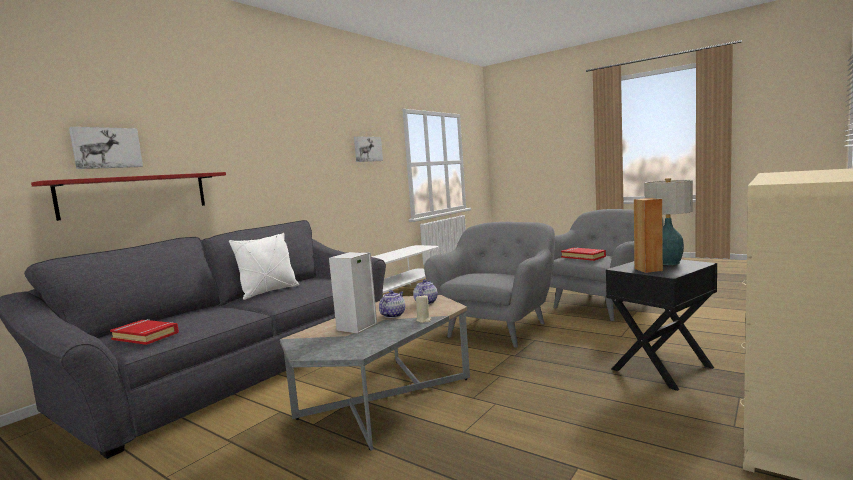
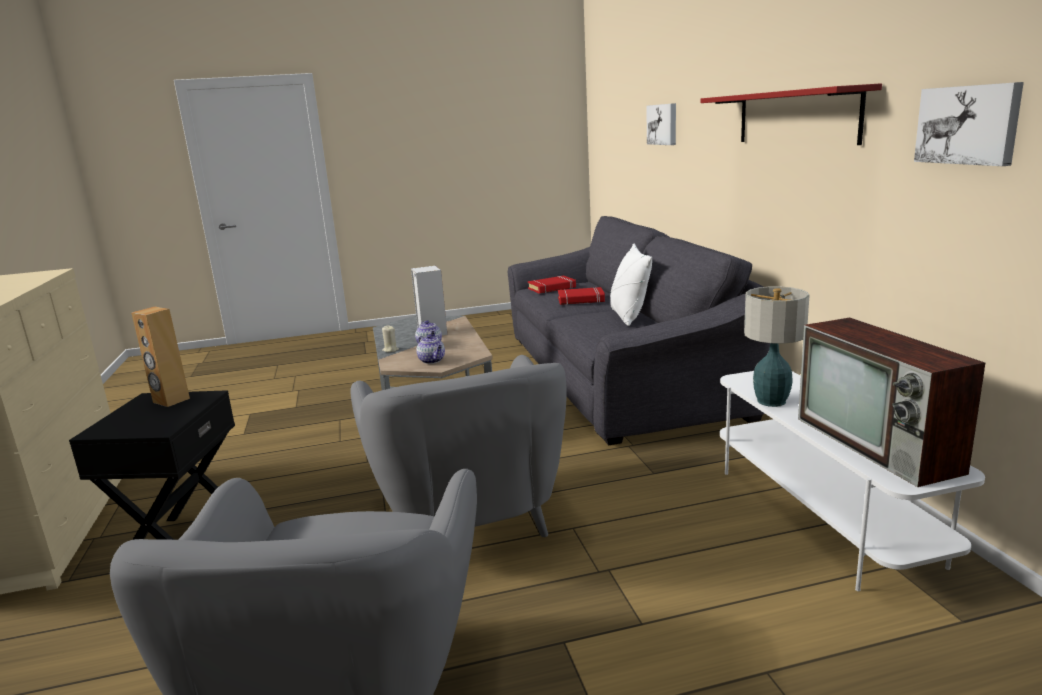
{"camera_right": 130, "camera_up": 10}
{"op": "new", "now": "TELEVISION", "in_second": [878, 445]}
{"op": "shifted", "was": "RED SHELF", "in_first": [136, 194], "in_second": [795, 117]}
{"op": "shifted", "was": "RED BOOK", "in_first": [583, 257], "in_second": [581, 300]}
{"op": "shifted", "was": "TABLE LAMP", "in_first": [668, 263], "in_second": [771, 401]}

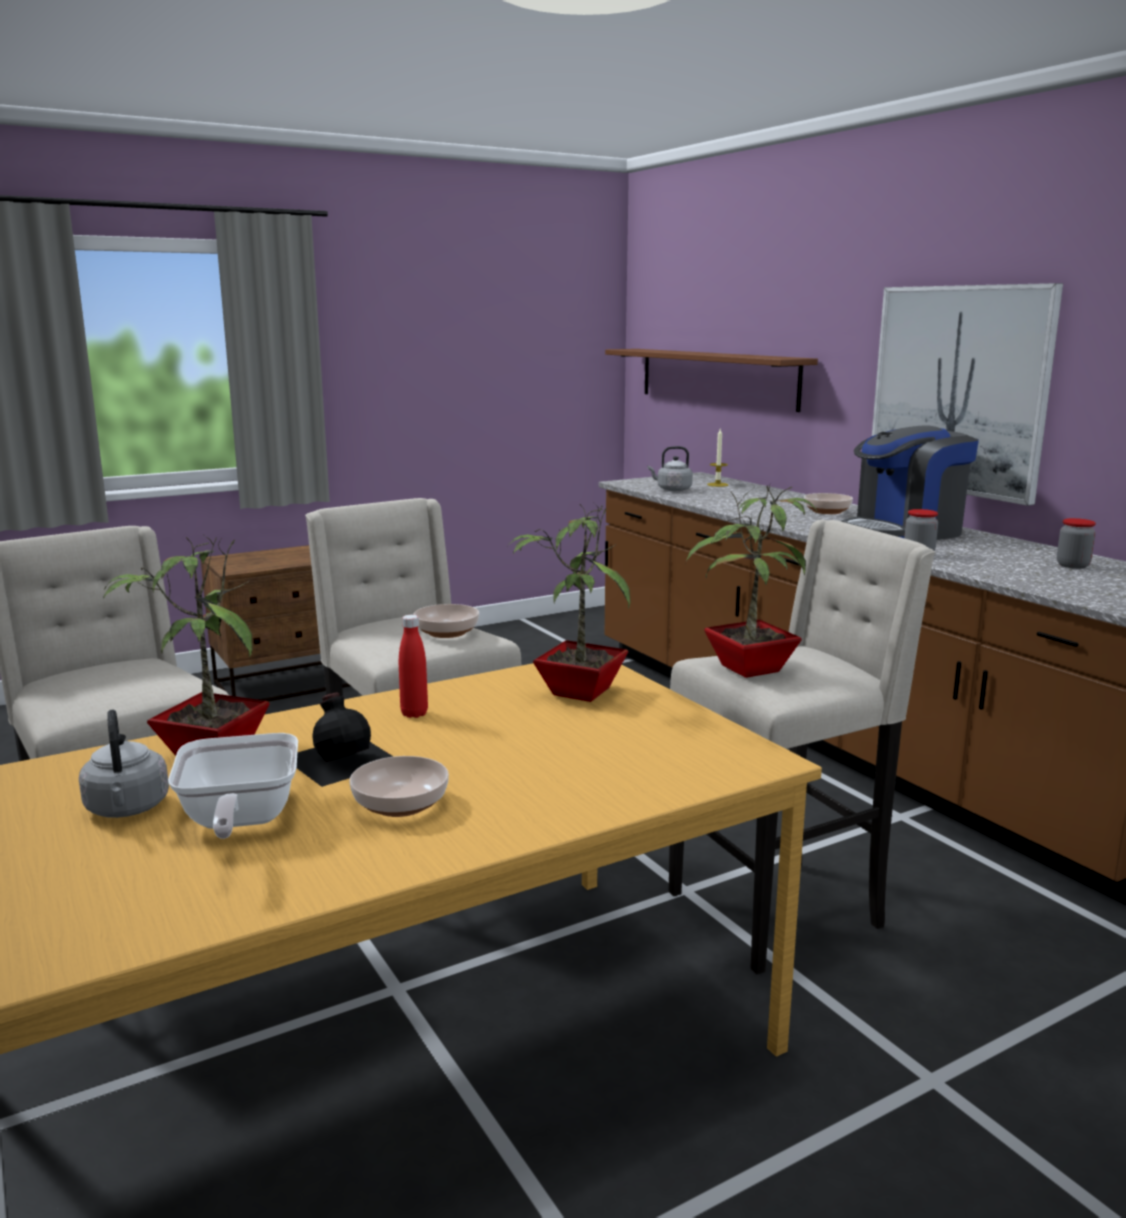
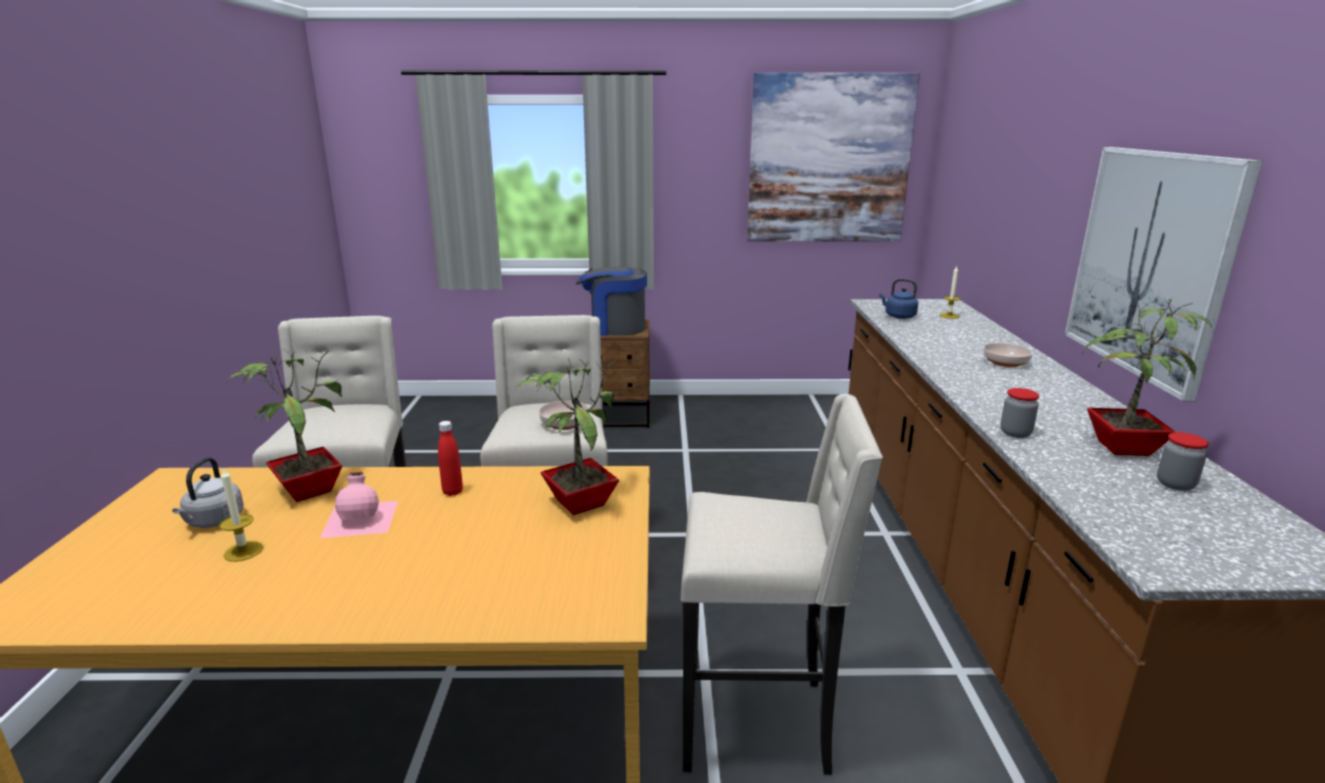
{"camera_right": 30, "camera_up": 5}
{"op": "gone", "was": "BOWL", "in_first": [401, 804]}
{"op": "gone", "was": "BROWN SHELF", "in_first": [716, 377]}
{"op": "new", "now": "PICTURE", "in_second": [829, 160]}
{"op": "shifted", "was": "POTTED PLANT", "in_first": [746, 670], "in_second": [1119, 448]}
{"op": "shifted", "was": "COFFEE MACHINE", "in_first": [905, 532], "in_second": [613, 328]}
{"op": "swapped", "was": "FRYING PAN", "now": "CANDLE", "in_first": [238, 822], "in_second": [243, 551]}
{"op": "repainted", "was": "BLACK BOTTLE", "now": "PINK BOTTLE", "in_first": [342, 758], "in_second": [362, 518]}
{"op": "repainted", "was": "GREY KETTLE", "now": "BLUE KETTLE", "in_first": [672, 490], "in_second": [898, 316]}

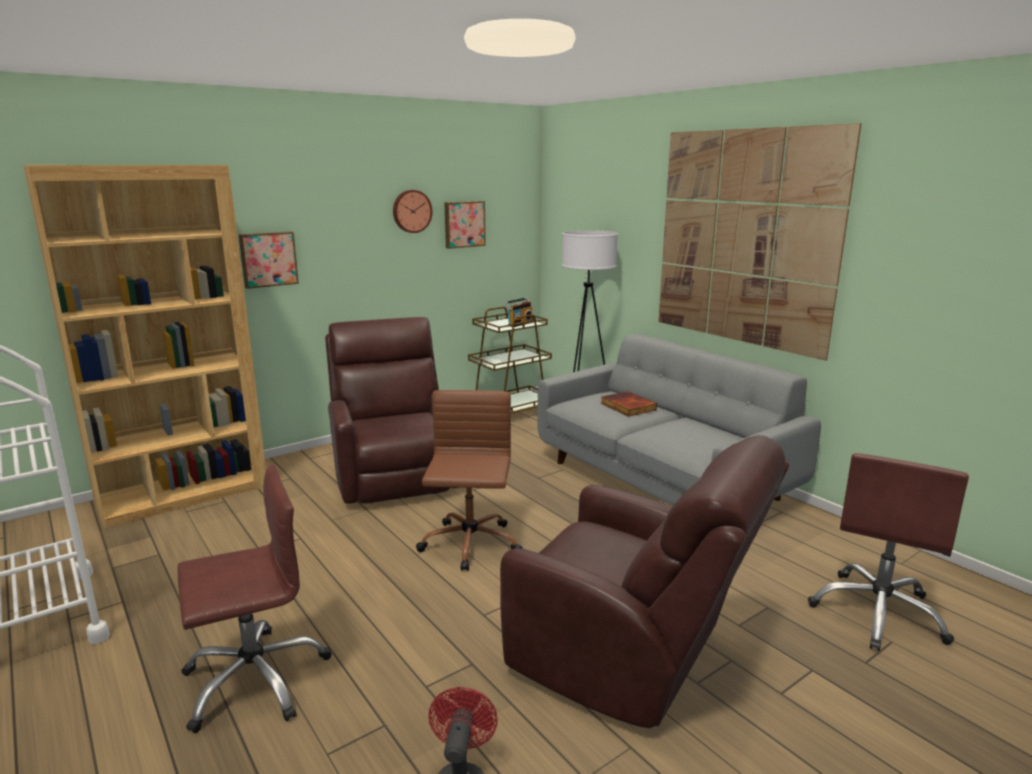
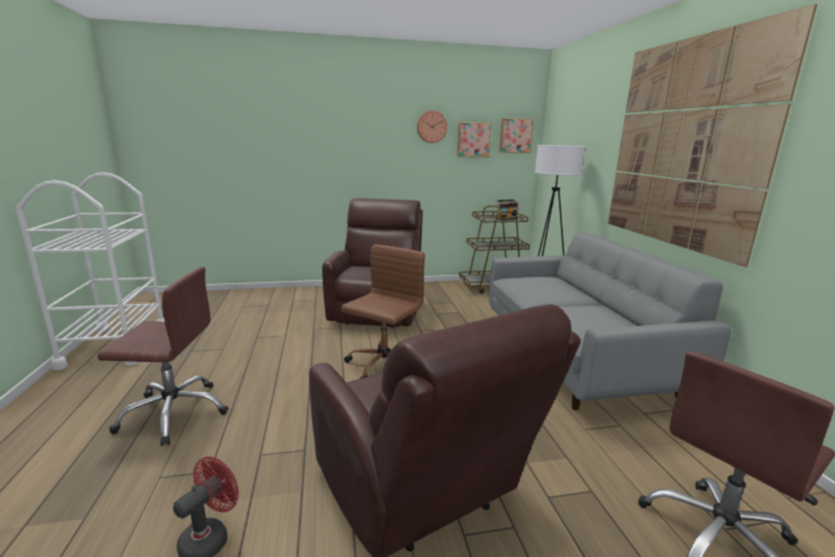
{"camera_right": 25, "camera_up": 0}
{"op": "gone", "was": "BROWN BOOKCASE", "in_first": [184, 494]}
{"op": "gone", "was": "BOOK", "in_first": [627, 407]}
{"op": "shifted", "was": "PICTURE", "in_first": [268, 259], "in_second": [515, 135]}

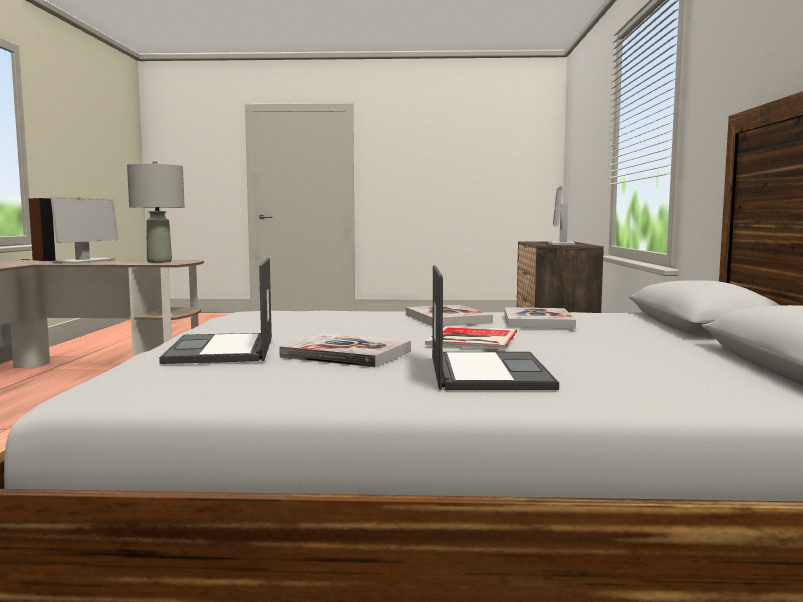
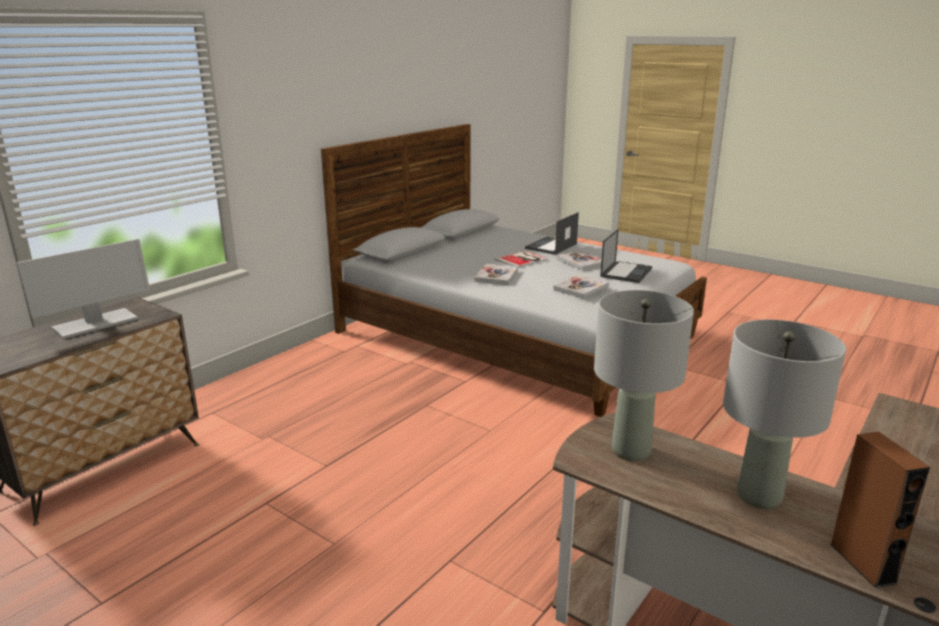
{"camera_right": -145, "camera_up": 15}
{"op": "shifted", "was": "BOOK", "in_first": [537, 321], "in_second": [581, 288]}
{"op": "swapped", "was": "MONITOR", "now": "GREY TABLE LAMP", "in_first": [84, 261], "in_second": [759, 497]}

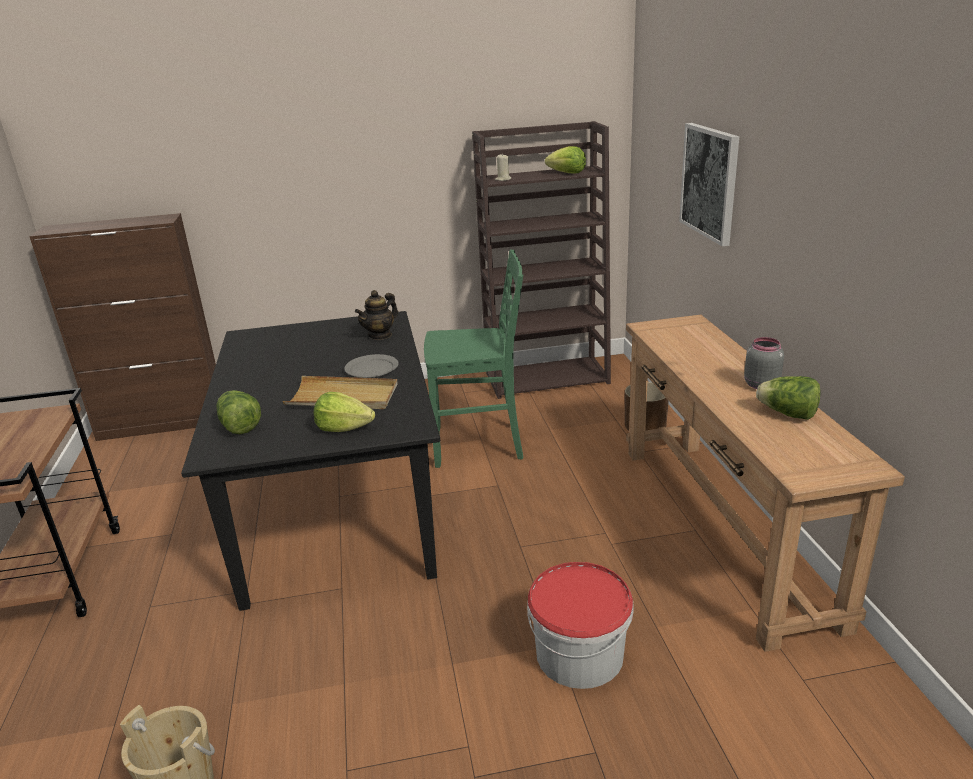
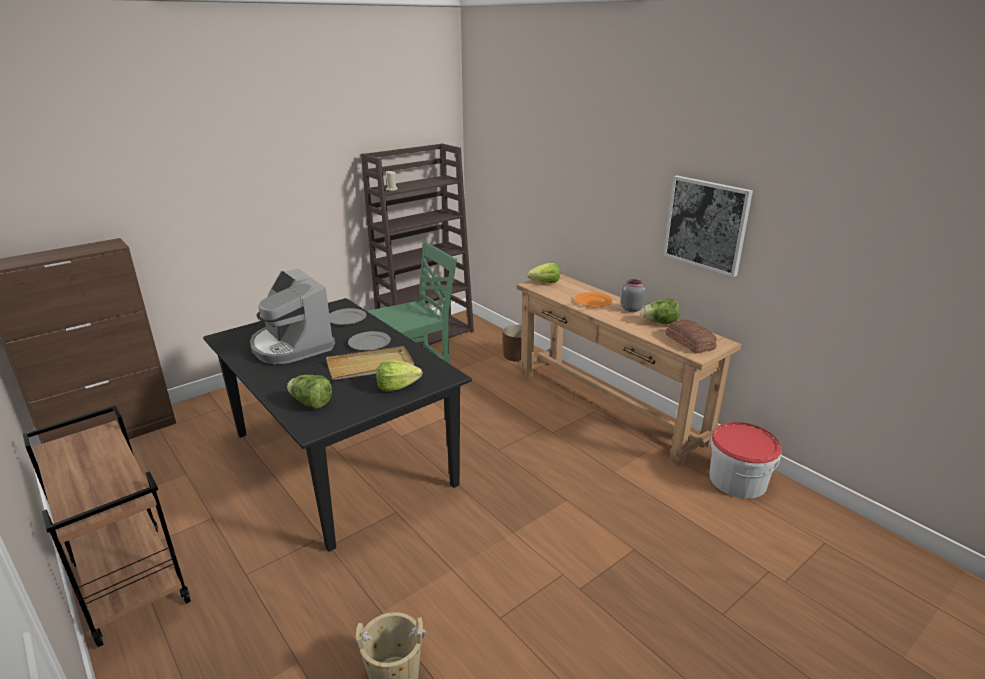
{"camera_right": -30, "camera_up": 0}
{"op": "new", "now": "COFFEE MACHINE", "in_second": [291, 346]}
{"op": "new", "now": "ORANGE PLATE", "in_second": [593, 301]}
{"op": "new", "now": "BREAD", "in_second": [690, 341]}
{"op": "shifted", "was": "BUCKET", "in_first": [579, 654], "in_second": [737, 479]}
{"op": "shifted", "was": "LETTUCE", "in_first": [567, 173], "in_second": [545, 283]}
{"op": "shifted", "was": "PICTURE", "in_first": [710, 182], "in_second": [706, 224]}
{"op": "swapped", "was": "TEAPOT", "now": "GREY PLATE", "in_first": [380, 335], "in_second": [347, 318]}

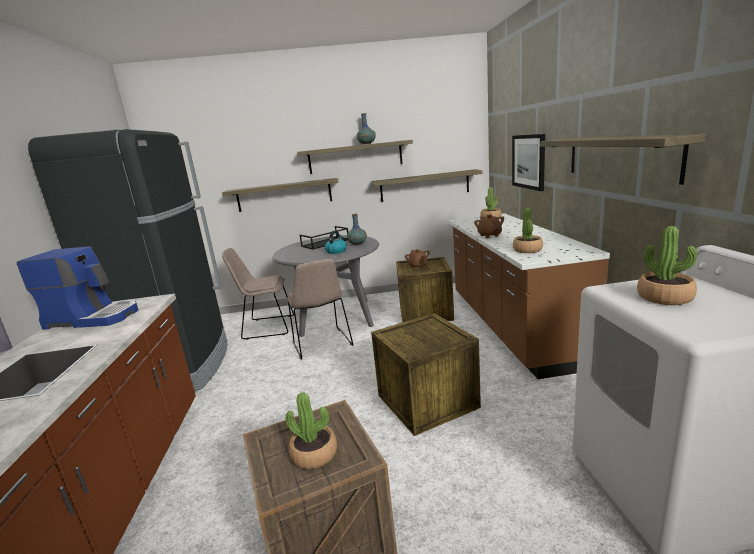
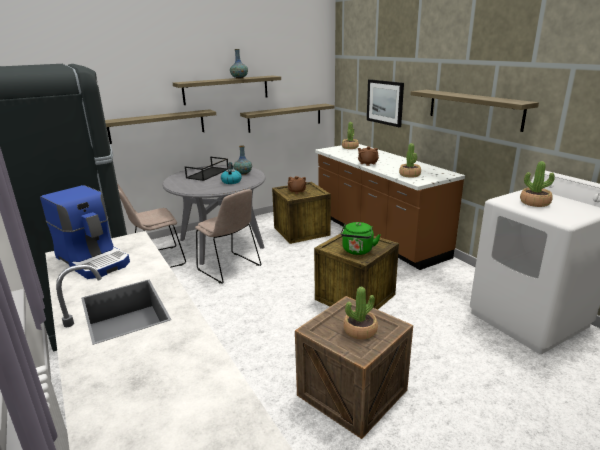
{"camera_right": -25, "camera_up": 5}
{"op": "new", "now": "GREEN KETTLE", "in_second": [357, 251]}
{"op": "rotated", "was": "COFFEE MACHINE", "in_first": [94, 317], "in_second": [94, 260], "clockwise": 60}

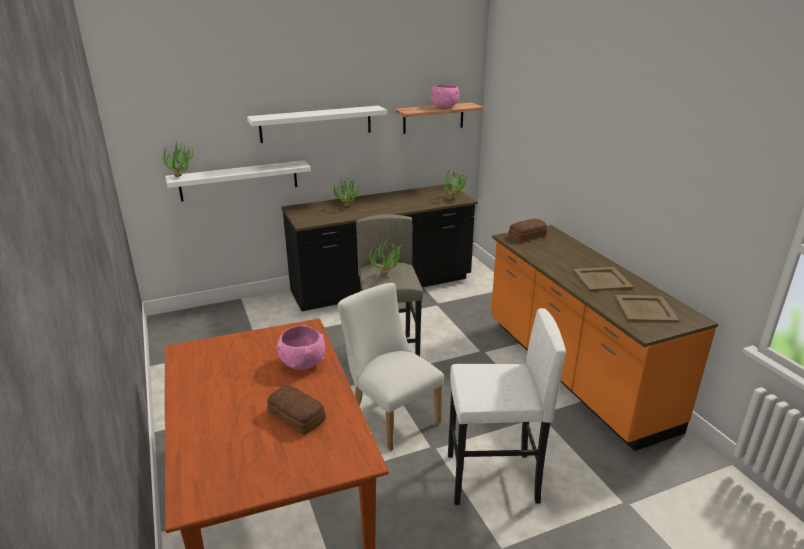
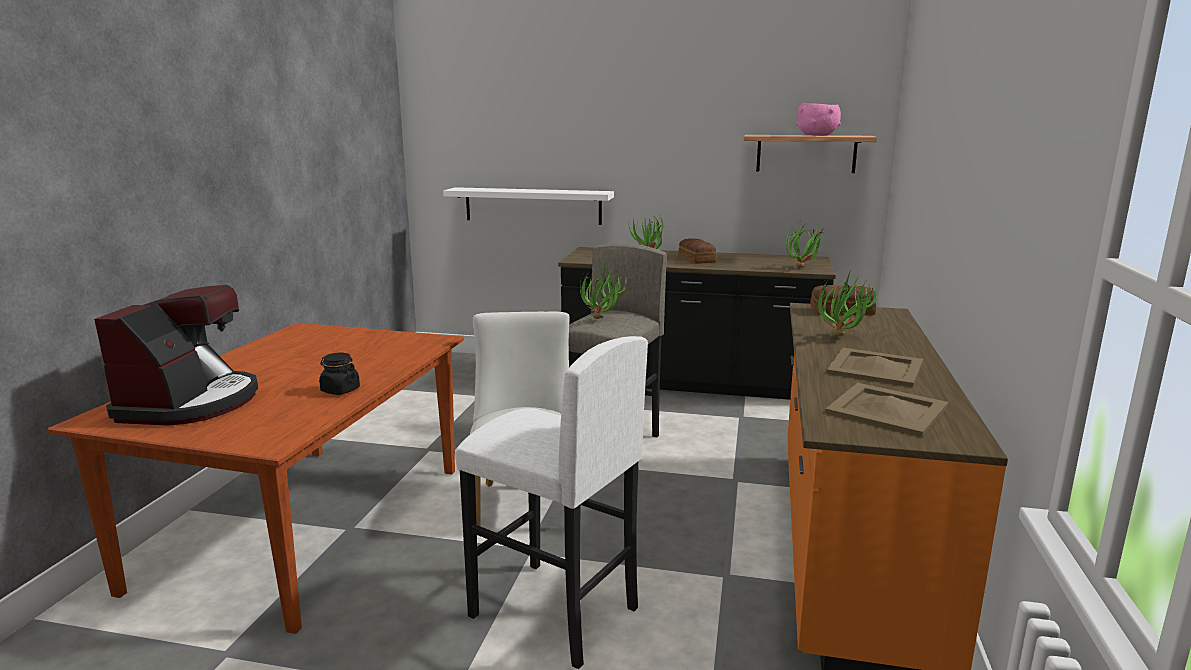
{"camera_right": 35, "camera_up": -10}
{"op": "gone", "was": "WHITE SHELF", "in_first": [316, 124]}
{"op": "gone", "was": "PINK BOWL", "in_first": [302, 363]}
{"op": "new", "now": "COFFEE MACHINE", "in_second": [191, 403]}
{"op": "new", "now": "BLACK JAR", "in_second": [340, 390]}
{"op": "shifted", "was": "POTTED PLANT", "in_first": [182, 177], "in_second": [843, 339]}
{"op": "shifted", "was": "BREAD", "in_first": [296, 417], "in_second": [696, 259]}

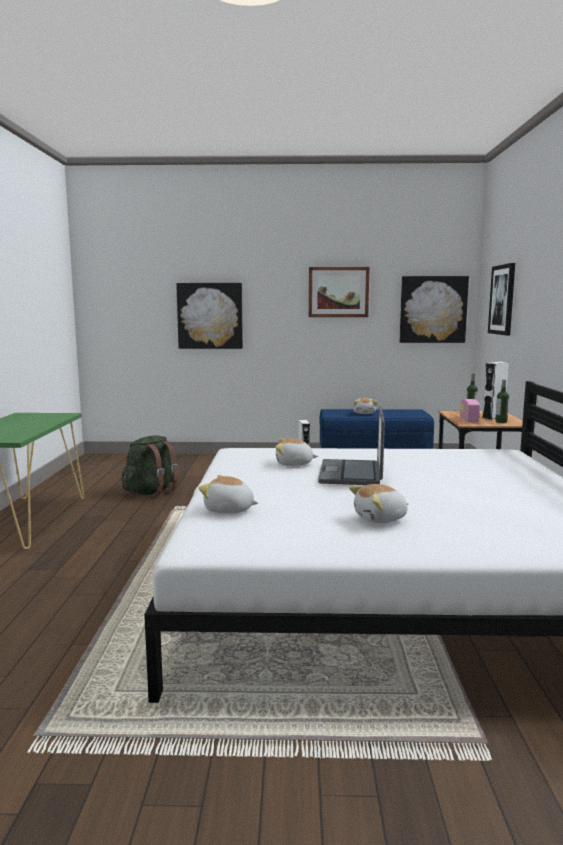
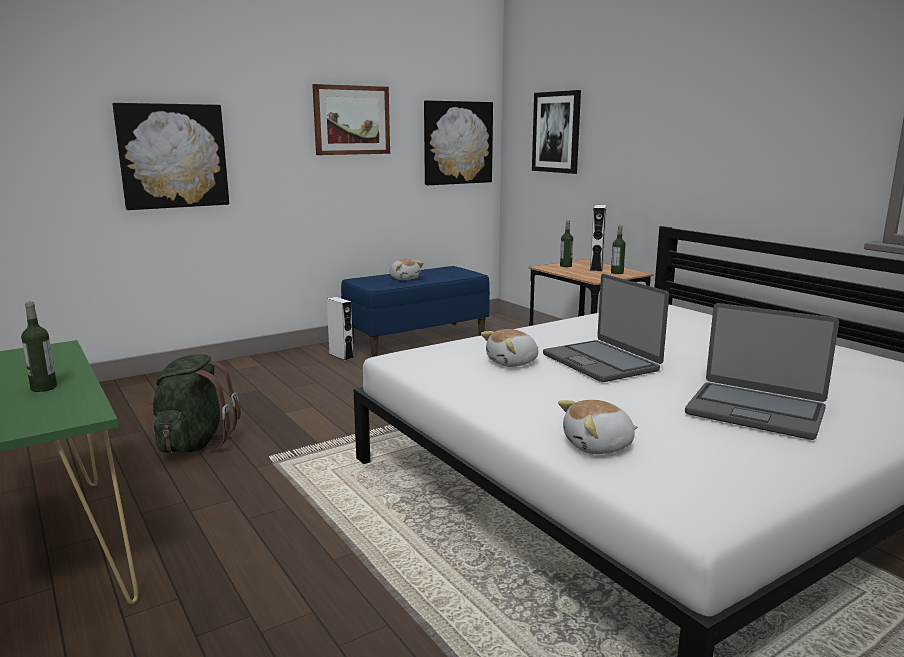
{"camera_right": -35, "camera_up": 5}
{"op": "gone", "was": "RADIO", "in_first": [468, 420]}
{"op": "new", "now": "BOTTLE", "in_second": [44, 388]}
{"op": "swapped", "was": "PLUSH TOY", "now": "LAPTOP", "in_first": [381, 518], "in_second": [755, 411]}

